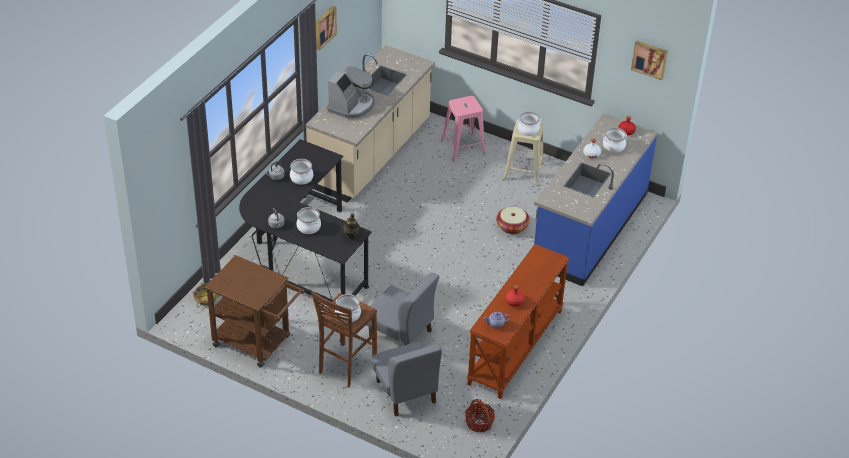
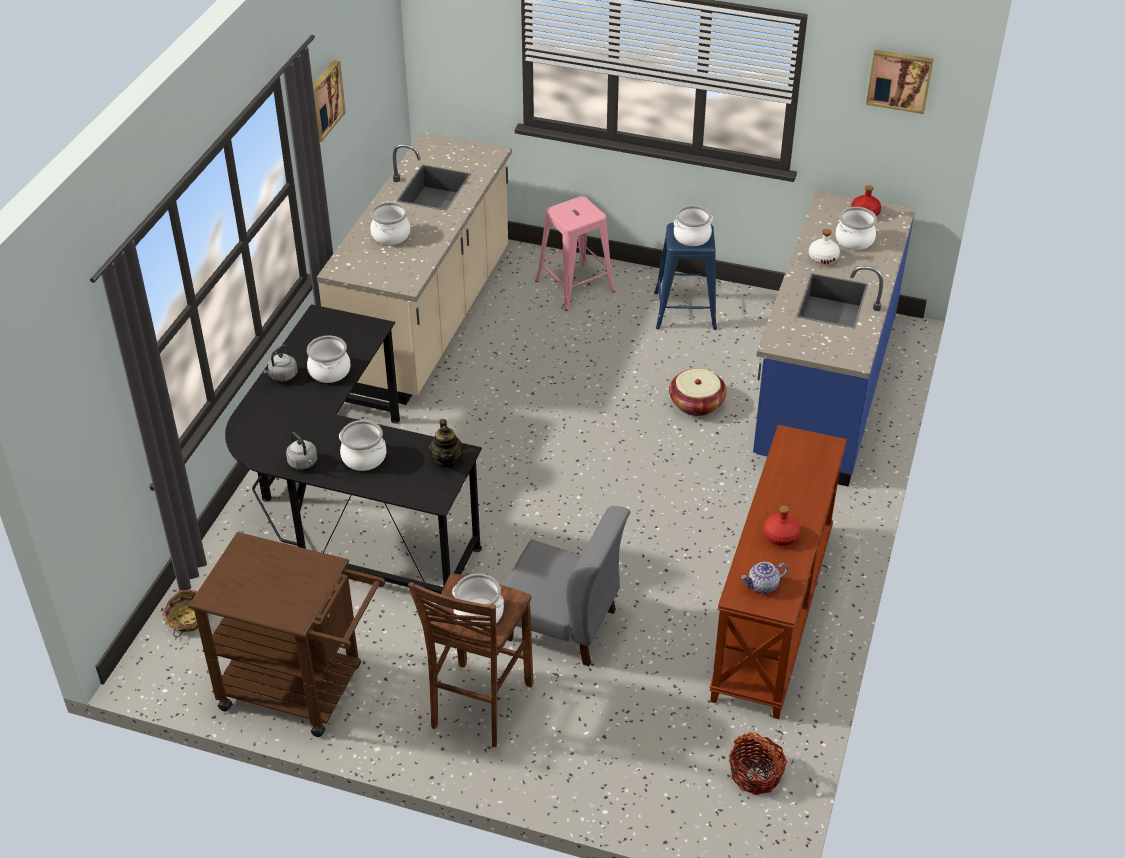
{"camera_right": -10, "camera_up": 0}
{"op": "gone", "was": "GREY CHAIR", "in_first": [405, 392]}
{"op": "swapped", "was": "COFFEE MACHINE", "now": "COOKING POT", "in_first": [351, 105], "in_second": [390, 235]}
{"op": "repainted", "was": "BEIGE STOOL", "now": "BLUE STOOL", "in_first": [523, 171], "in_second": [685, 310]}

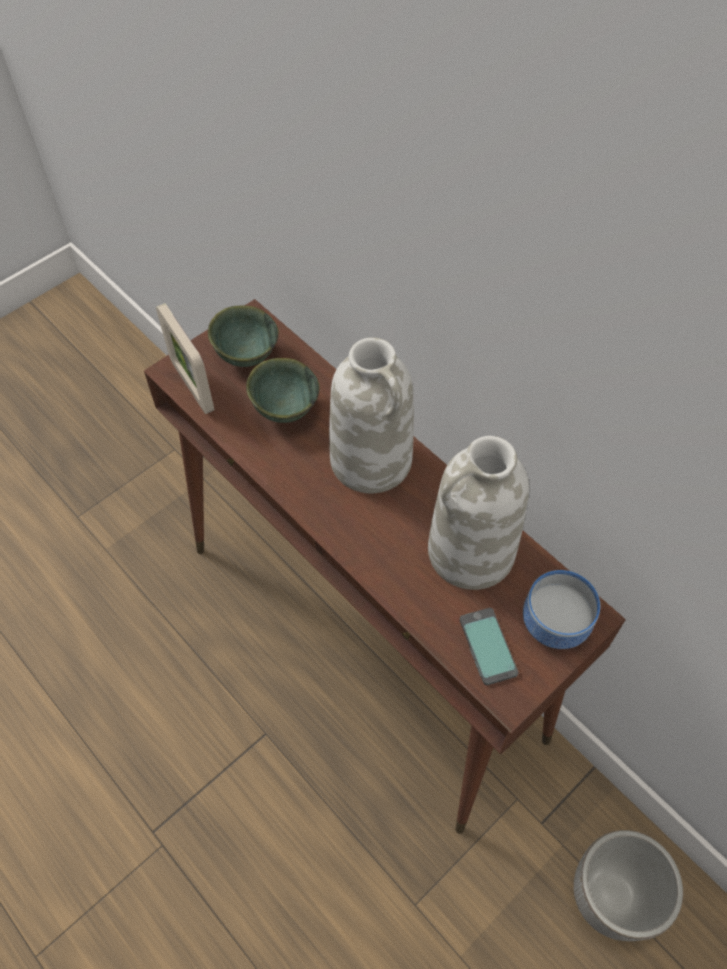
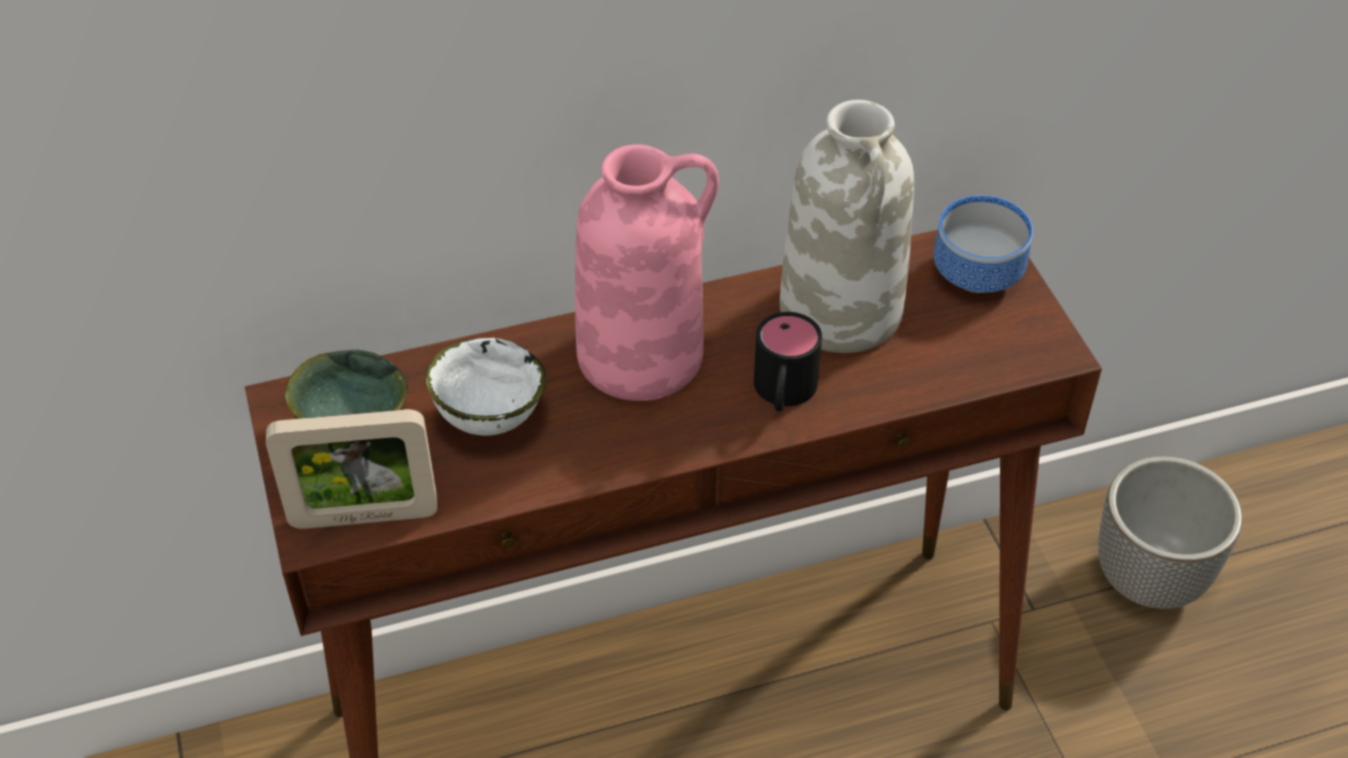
{"camera_right": -65, "camera_up": -10}
{"op": "gone", "was": "PHONE", "in_first": [487, 646]}
{"op": "new", "now": "BLACK MUG", "in_second": [783, 394]}
{"op": "repainted", "was": "GREEN BOWL", "now": "WHITE BOWL", "in_first": [284, 408], "in_second": [487, 419]}
{"op": "repainted", "was": "WHITE VASE", "now": "PINK VASE", "in_first": [372, 460], "in_second": [642, 354]}

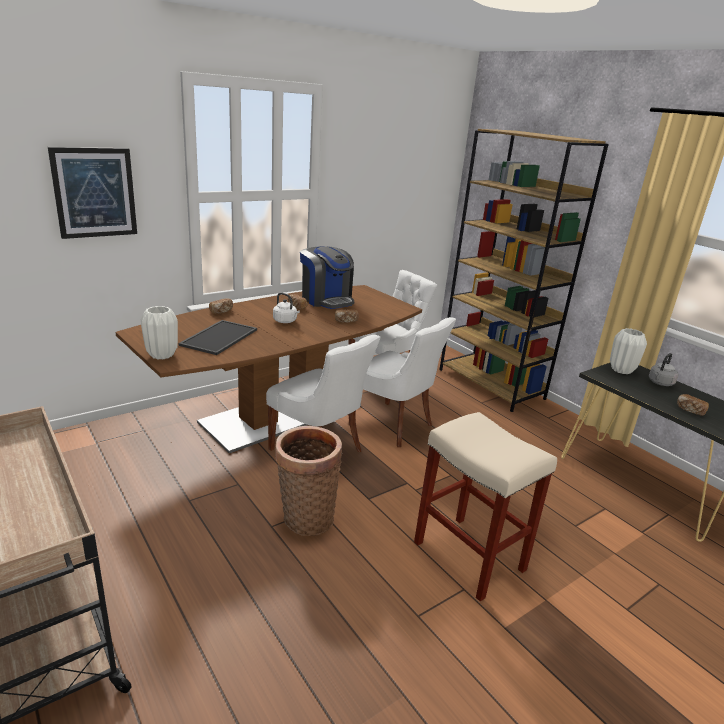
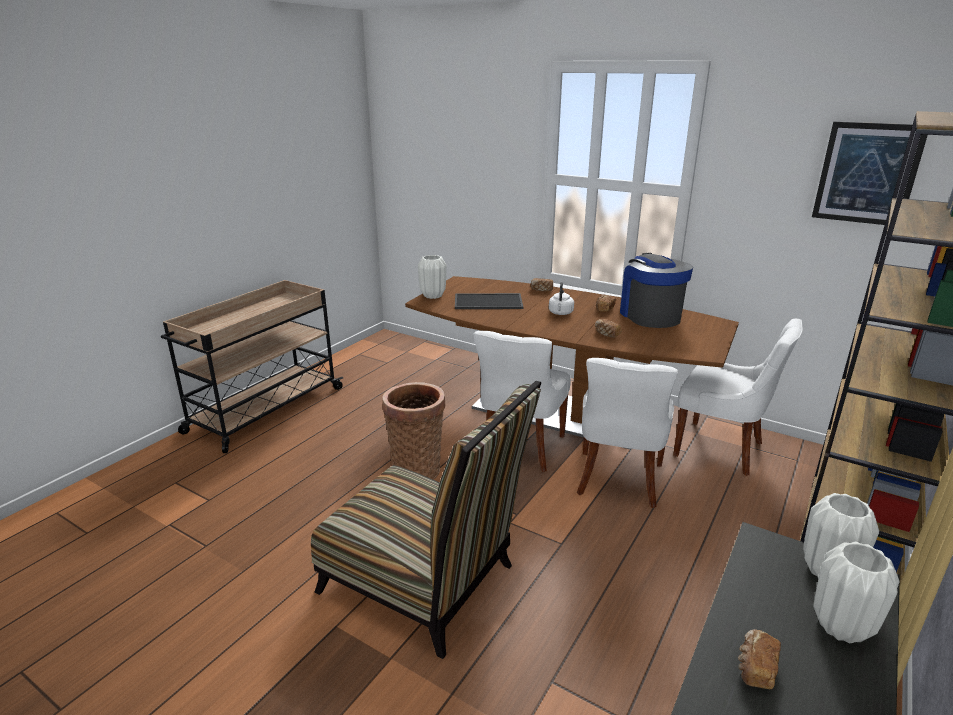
{"camera_right": 70, "camera_up": 0}
{"op": "shifted", "was": "PICTURE", "in_first": [94, 192], "in_second": [867, 173]}
{"op": "swapped", "was": "BEIGE STOOL", "now": "CHAIR", "in_first": [470, 557], "in_second": [426, 584]}
{"op": "swapped", "was": "GREY KETTLE", "now": "WHITE VASE", "in_first": [660, 383], "in_second": [840, 627]}
{"op": "rotated", "was": "COFFEE MACHINE", "in_first": [326, 299], "in_second": [649, 315], "clockwise": 135}

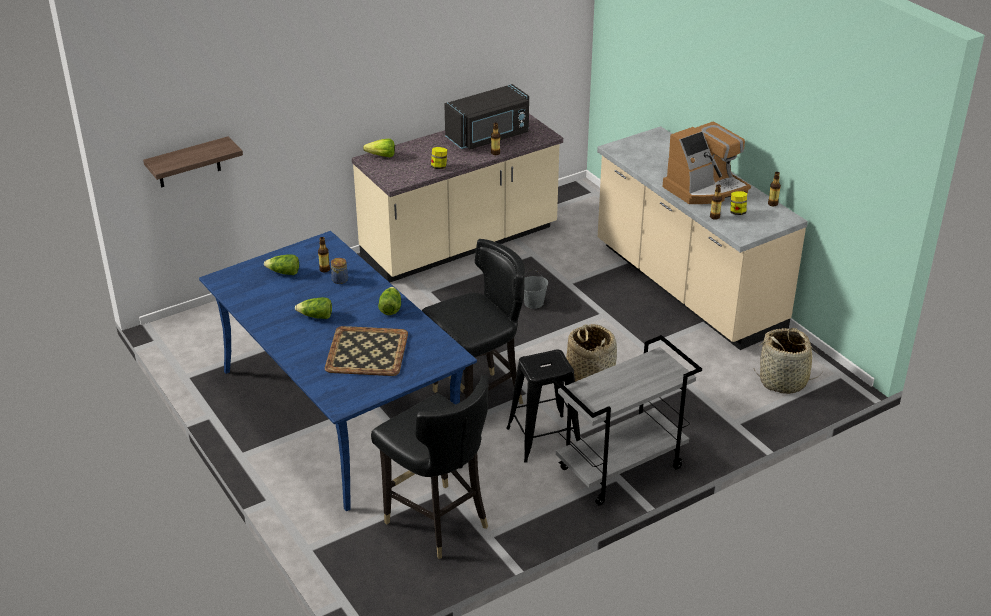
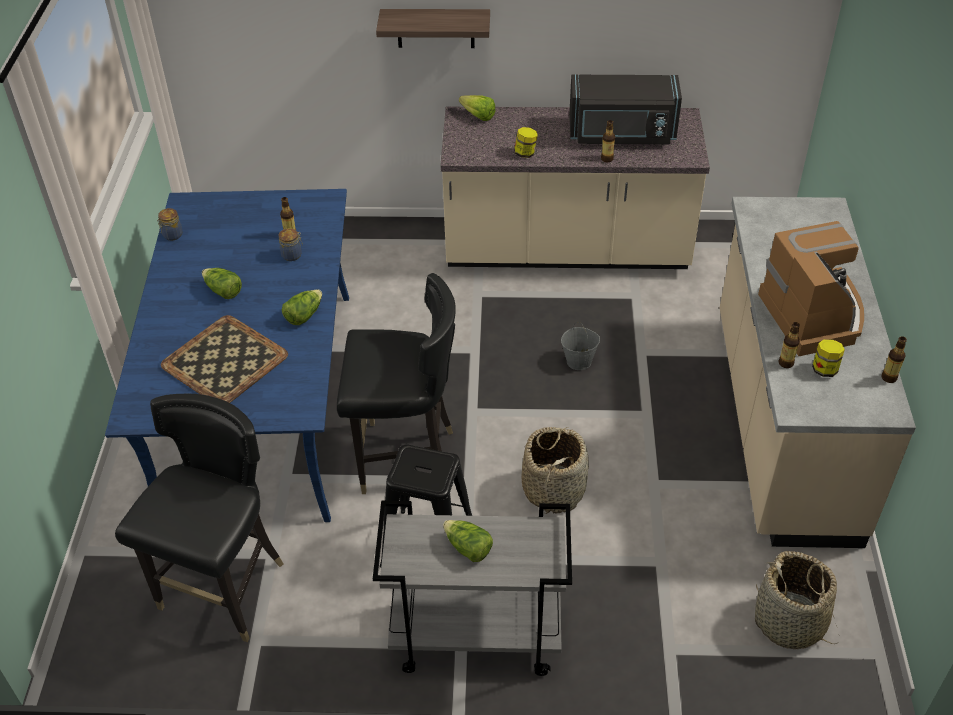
{"camera_right": 35, "camera_up": 10}
{"op": "new", "now": "JAR", "in_second": [172, 235]}
{"op": "shifted", "was": "SHELF", "in_first": [188, 163], "in_second": [435, 28]}
{"op": "shifted", "was": "LETTUCE", "in_first": [284, 273], "in_second": [468, 548]}
{"op": "rotated", "was": "BLACK CHAIR", "in_first": [437, 521], "in_second": [225, 591], "clockwise": -150}
{"op": "rotated", "was": "COFFEE MACHINE", "in_first": [705, 189], "in_second": [814, 315], "clockwise": -105}

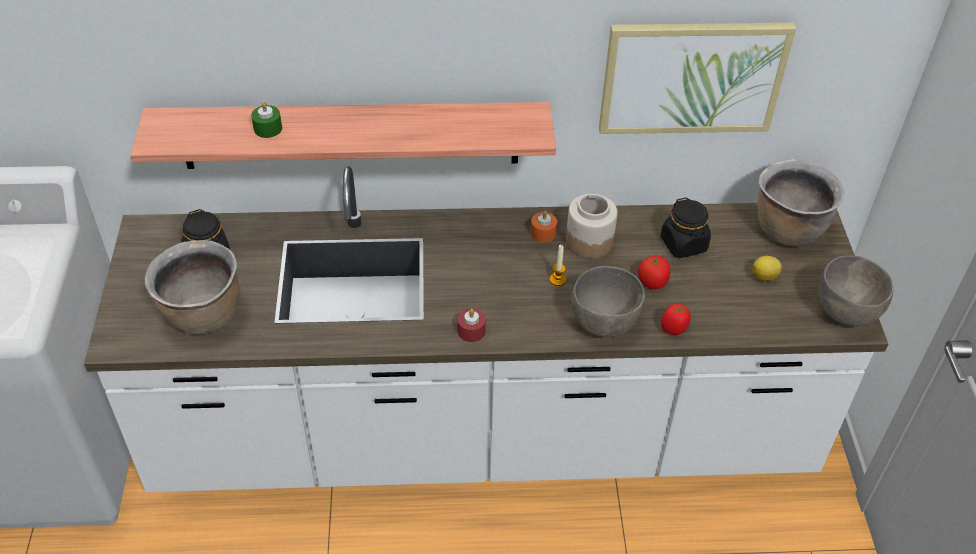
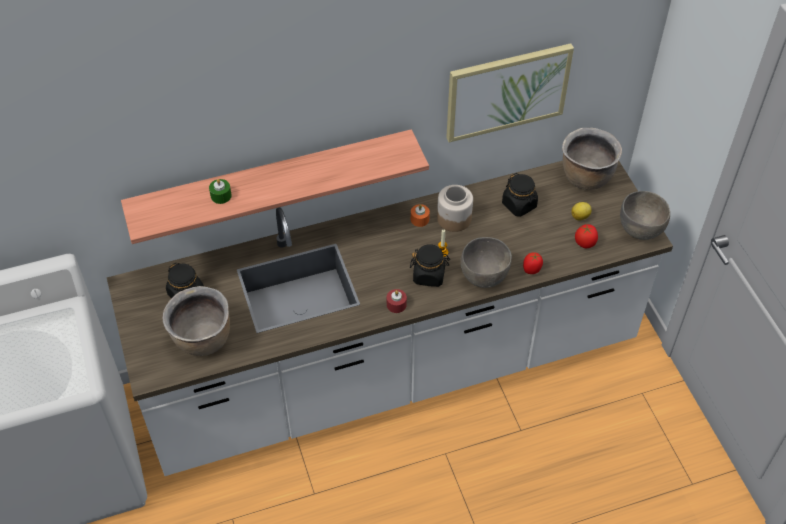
{"camera_right": -15, "camera_up": 5}
{"op": "new", "now": "BLACK JAR", "in_second": [429, 275]}
{"op": "shifted", "was": "TOMATO", "in_first": [652, 282], "in_second": [585, 243]}

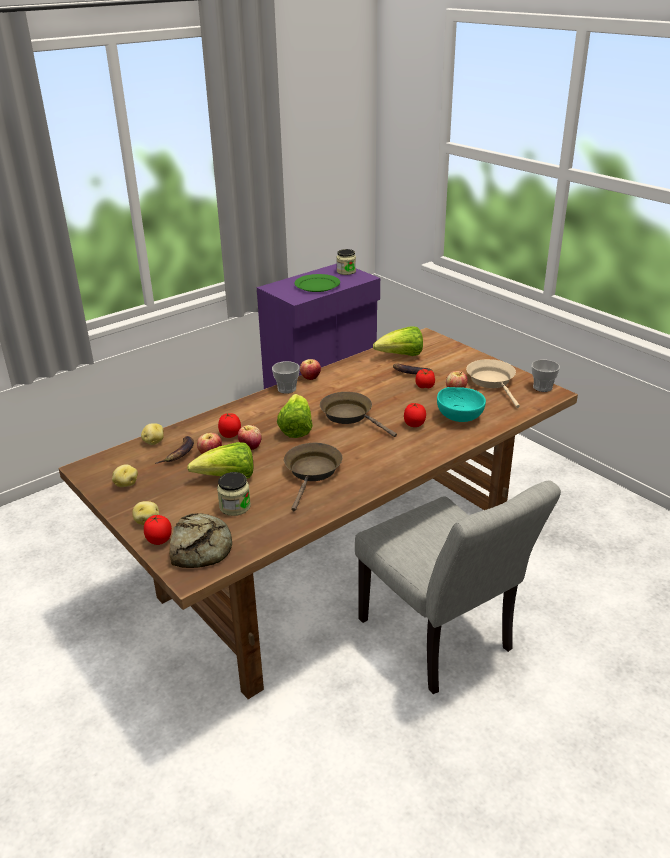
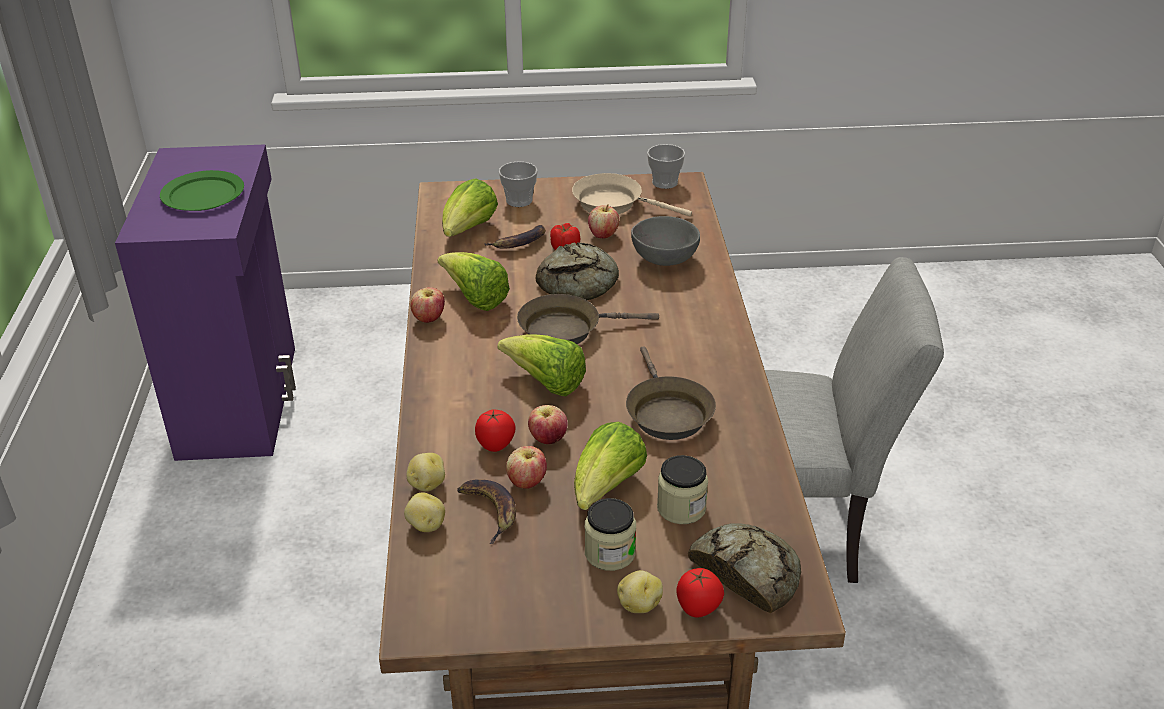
{"camera_right": -55, "camera_up": 5}
{"op": "gone", "was": "TOMATO", "in_first": [414, 425]}
{"op": "new", "now": "LETTUCE", "in_second": [475, 299]}
{"op": "new", "now": "BREAD", "in_second": [581, 282]}
{"op": "shifted", "was": "POTATO", "in_first": [125, 484], "in_second": [426, 484]}
{"op": "shifted", "was": "CUP", "in_first": [286, 389], "in_second": [519, 200]}
{"op": "shifted", "was": "JAR", "in_first": [346, 271], "in_second": [610, 553]}
{"op": "repainted", "was": "TURQUOISE BOWL", "now": "GREY BOWL", "in_first": [459, 417], "in_second": [662, 258]}
{"op": "rotated", "was": "BROWN FRYING PAN", "in_first": [312, 472], "in_second": [666, 413], "clockwise": -150}

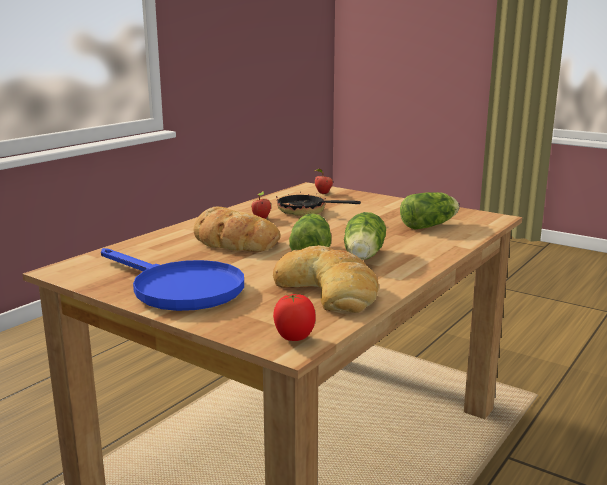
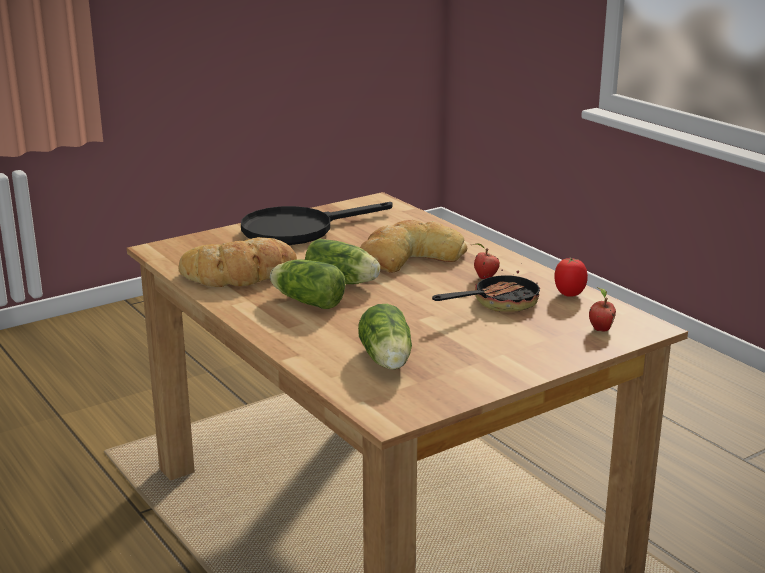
{"camera_right": 110, "camera_up": 5}
{"op": "shifted", "was": "TOMATO", "in_first": [294, 339], "in_second": [569, 294]}
{"op": "repainted", "was": "BLUE FRYING PAN", "now": "BLACK FRYING PAN", "in_first": [178, 288], "in_second": [299, 229]}

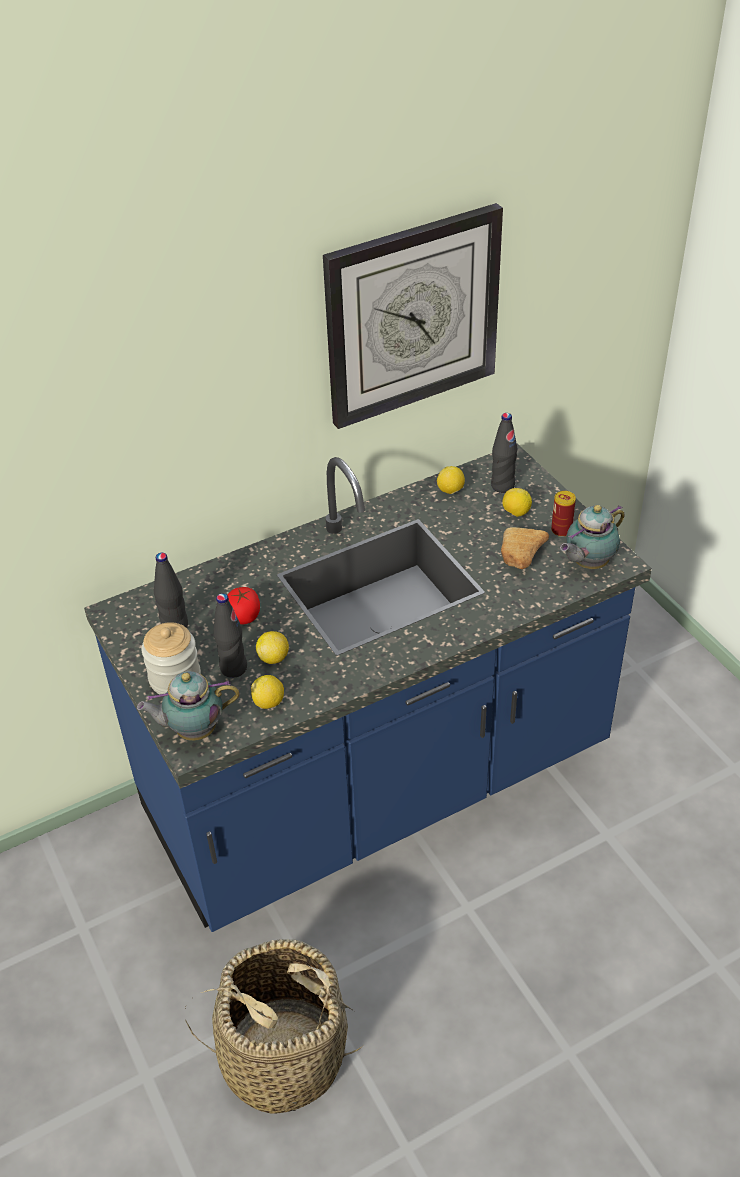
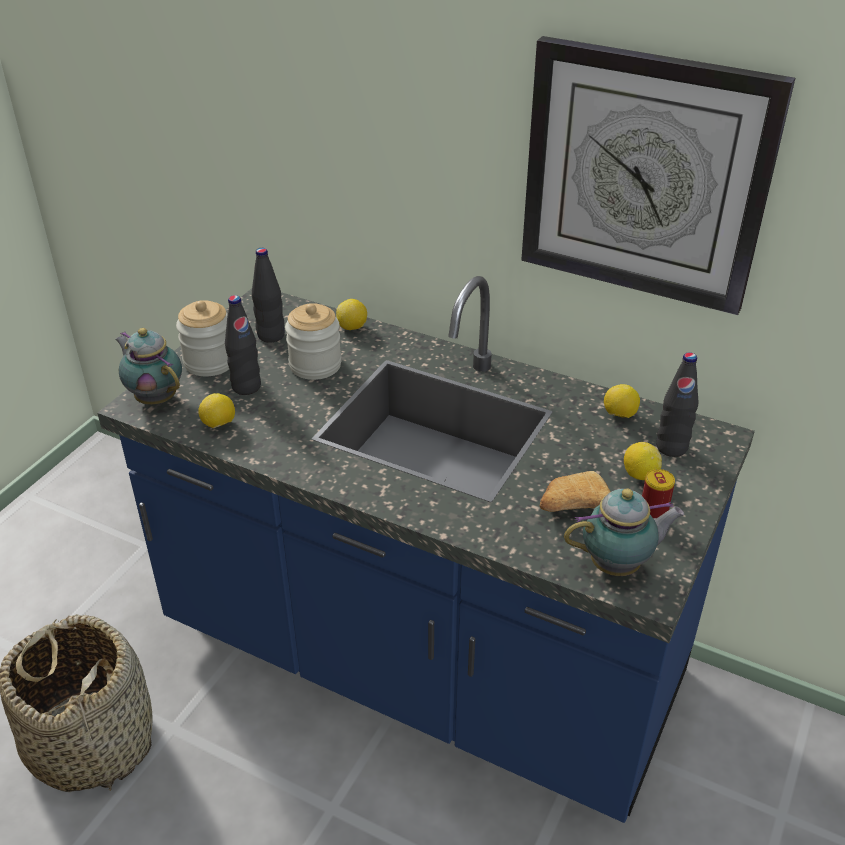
{"camera_right": 55, "camera_up": -5}
{"op": "shifted", "was": "LEMON", "in_first": [274, 658], "in_second": [352, 327]}
{"op": "swapped", "was": "TOMATO", "now": "JAR", "in_first": [244, 616], "in_second": [315, 365]}
{"op": "rotated", "was": "TEAPOT", "in_first": [587, 564], "in_second": [618, 565], "clockwise": 150}

